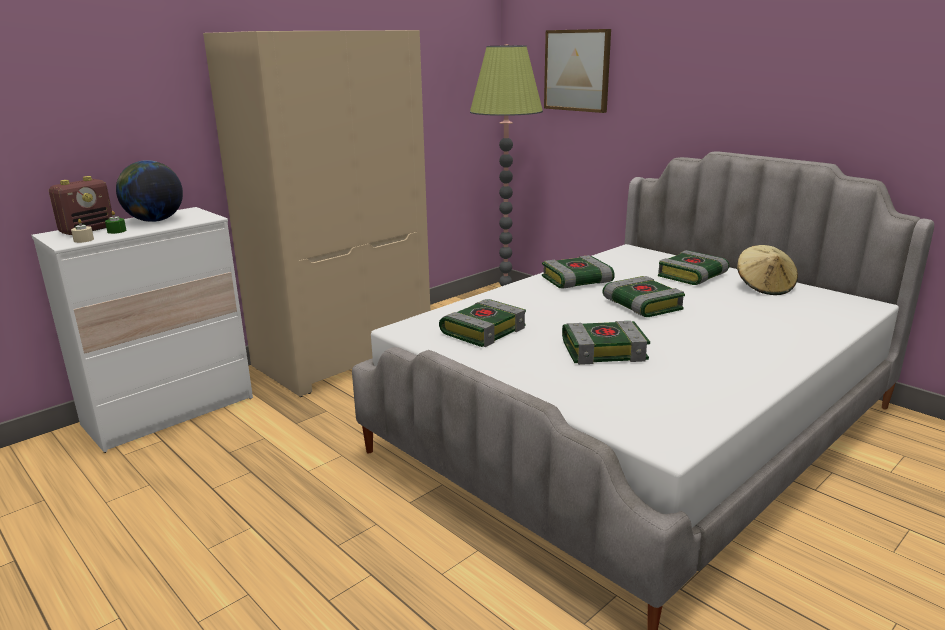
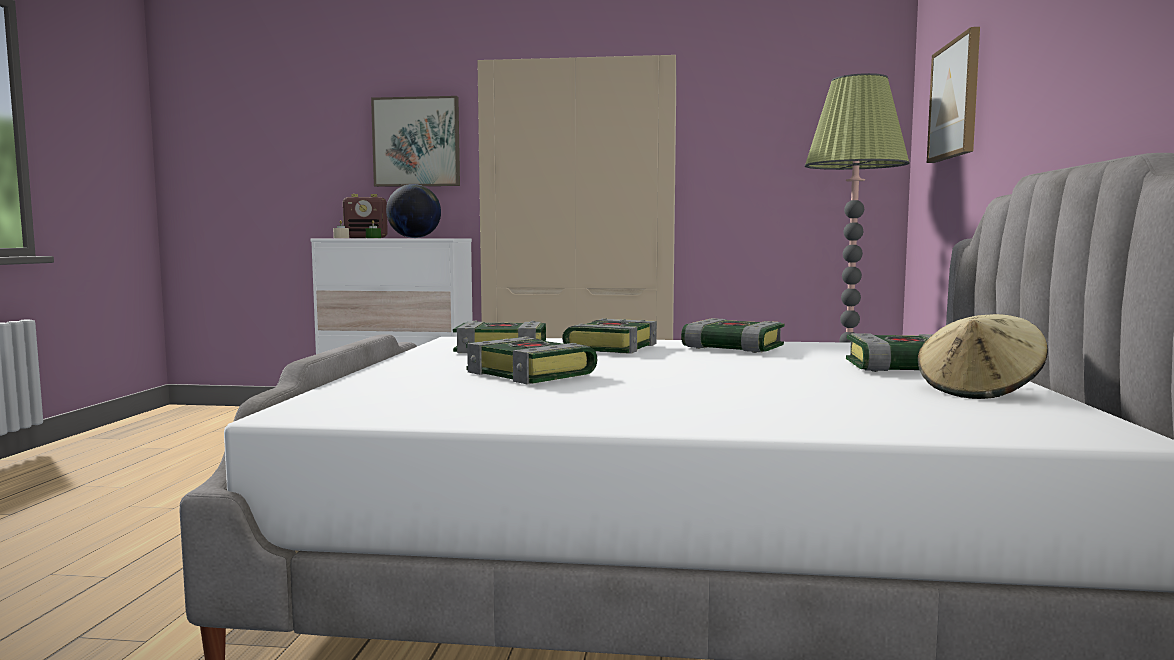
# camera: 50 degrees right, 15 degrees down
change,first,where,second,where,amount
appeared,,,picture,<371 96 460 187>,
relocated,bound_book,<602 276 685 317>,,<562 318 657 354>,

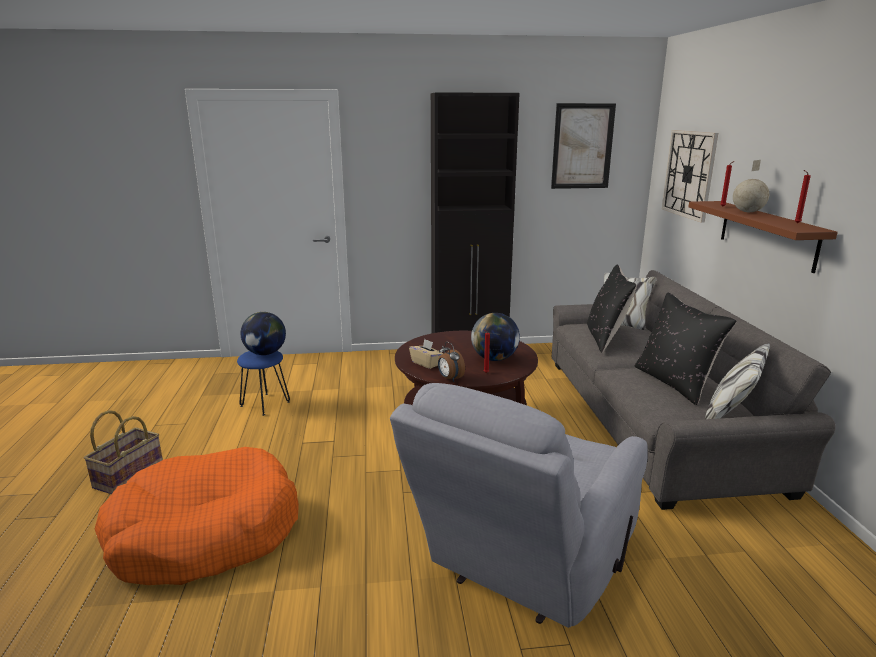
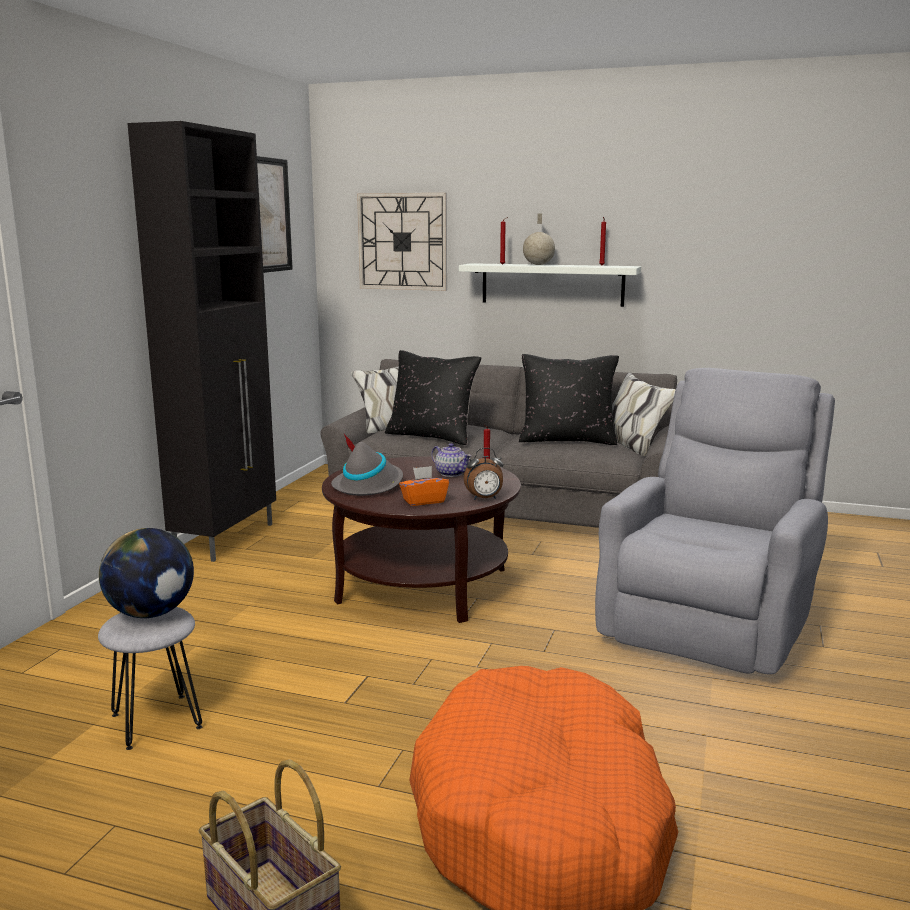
# camera: 65 degrees left, 5 degrees down
change,first,where,second,where,amount
colour,blue_stool,<237 351 290 416>,gray_stool,<98 607 202 750>,
appeared,,,gray_clothing_hat,<331 434 403 496>,
colour,beige-coloured_tissue_holder,<409 339 443 369>,orange-coloured_tissue_holder,<399 466 449 506>,
exchanged,globe,<471 313 520 361>,tea_pot,<432 443 471 477>,
colour,brownish_bracket_shelf,<688 201 838 273>,white_bracket_shelf,<459 263 641 307>,
spun,gray_lounge_chair,<390 383 648 628>,,<595 368 835 674>,120 degrees counterclockwise

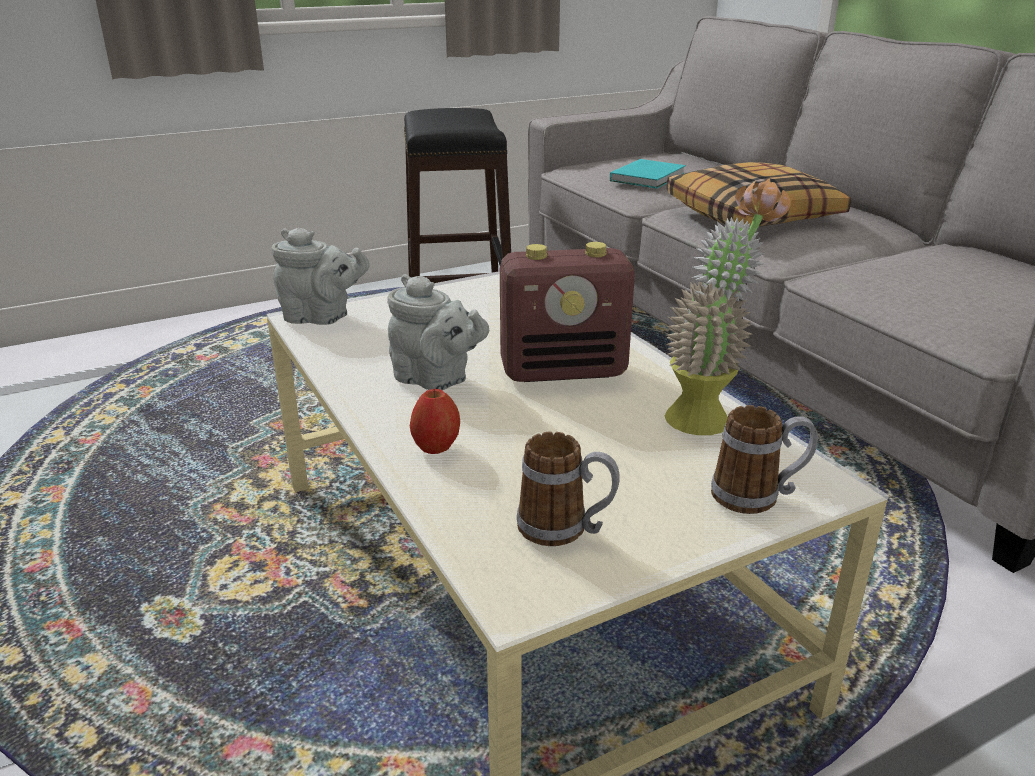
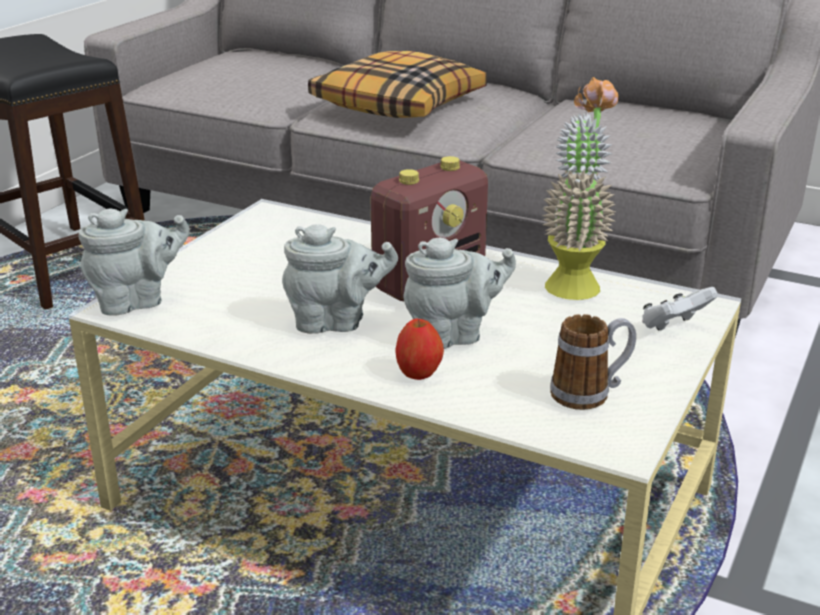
# camera: 35 degrees left, 0 degrees up
change,first,where,second,where,amount
appeared,,,gray_tea_pot,<404 238 516 349>,
exchanged,coffee_mug,<711 405 818 514>,white_joypad,<642 287 718 331>,
missing,turquoise-coloured_bound_book,<610 159 686 189>,,,

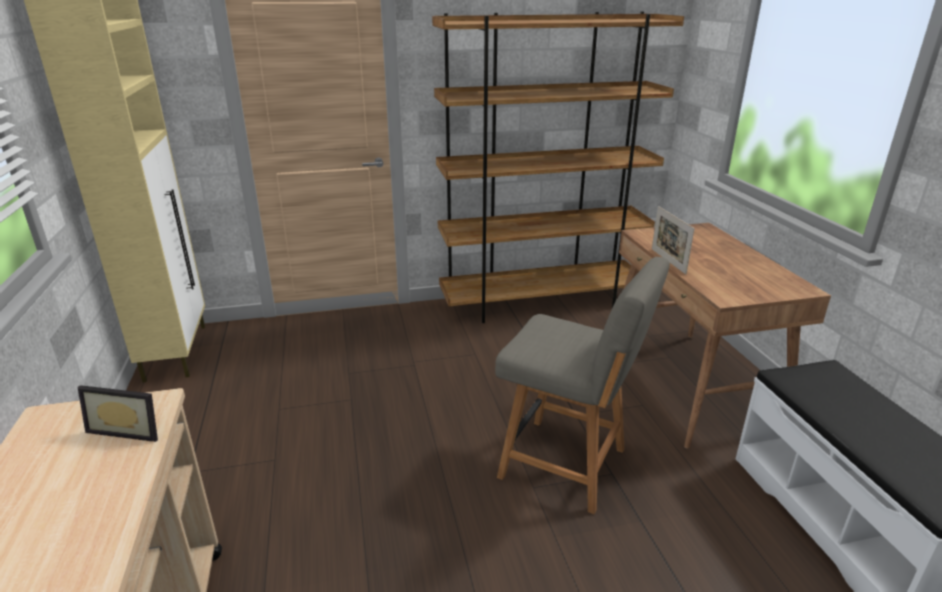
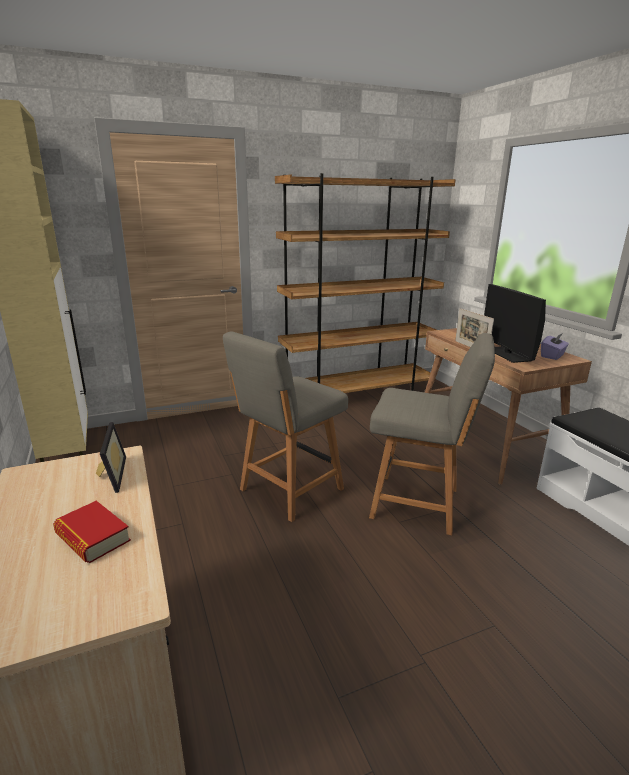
# camera: 10 degrees left, 5 degrees down
change,first,where,second,where,amount
appeared,,,bound_book,<53 501 131 563>,
spun,picture_frame,<78 385 158 442>,,<96 422 126 493>,105 degrees counterclockwise
appeared,,,gray_plain_chair,<223 332 348 522>,
appeared,,,computer_display,<484 284 546 363>,
appeared,,,purple-coloured_tissue_holder,<541 333 569 360>,

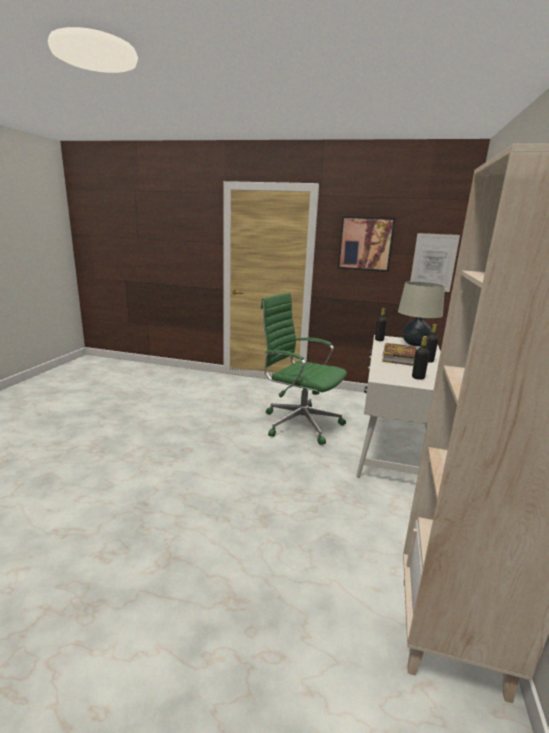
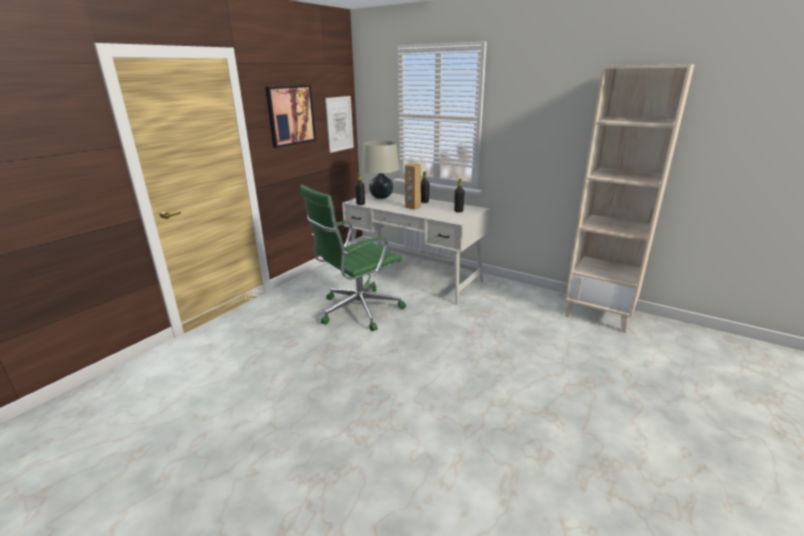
# camera: 70 degrees left, 5 degrees up
change,first,where,second,where,amount
exchanged,bound_book,<382 343 417 366>,brownish_audio_speaker,<405 163 421 210>,

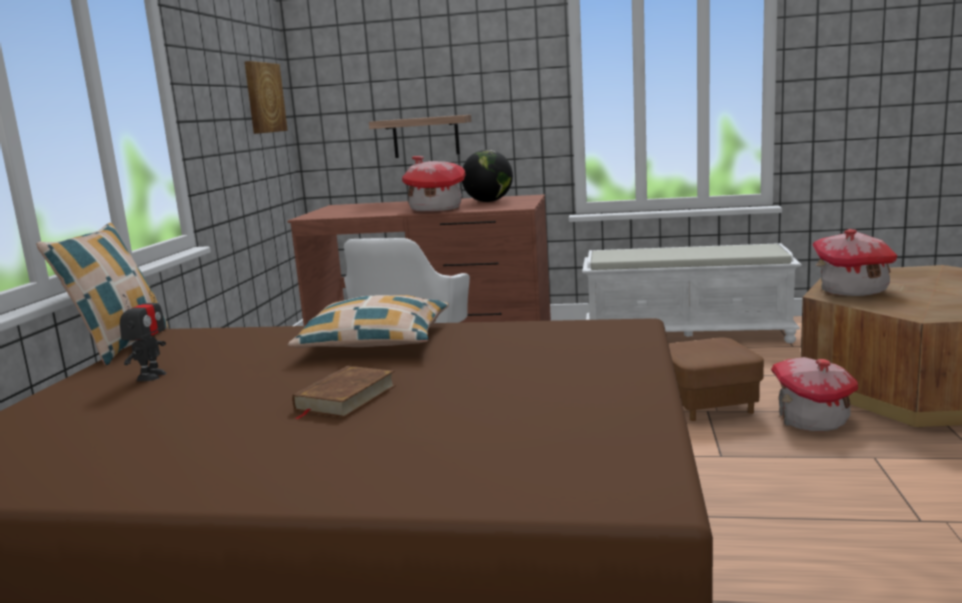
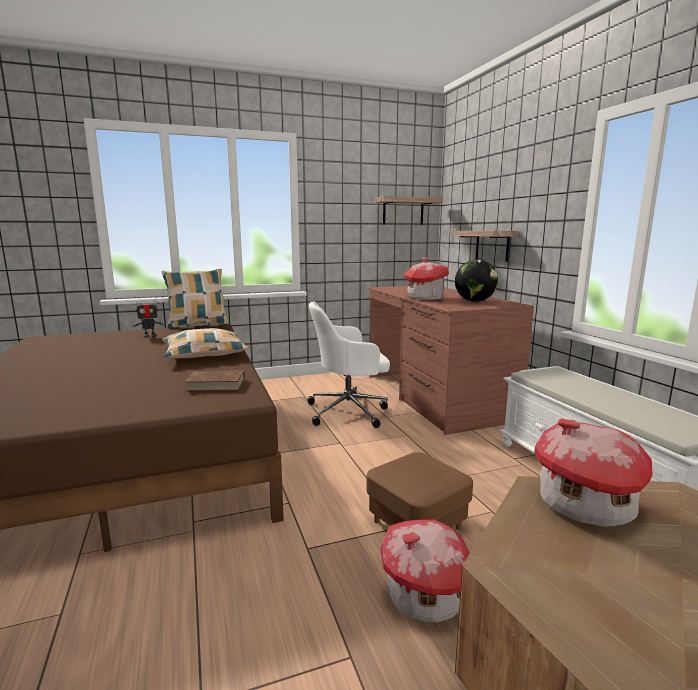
# camera: 60 degrees right, 0 degrees up
change,first,where,second,where,amount
relocated,brownish_bound_book,<292 366 396 420>,,<184 371 245 391>,
exchanged,picture,<244 61 288 134>,bracket_shelf,<375 196 443 225>,

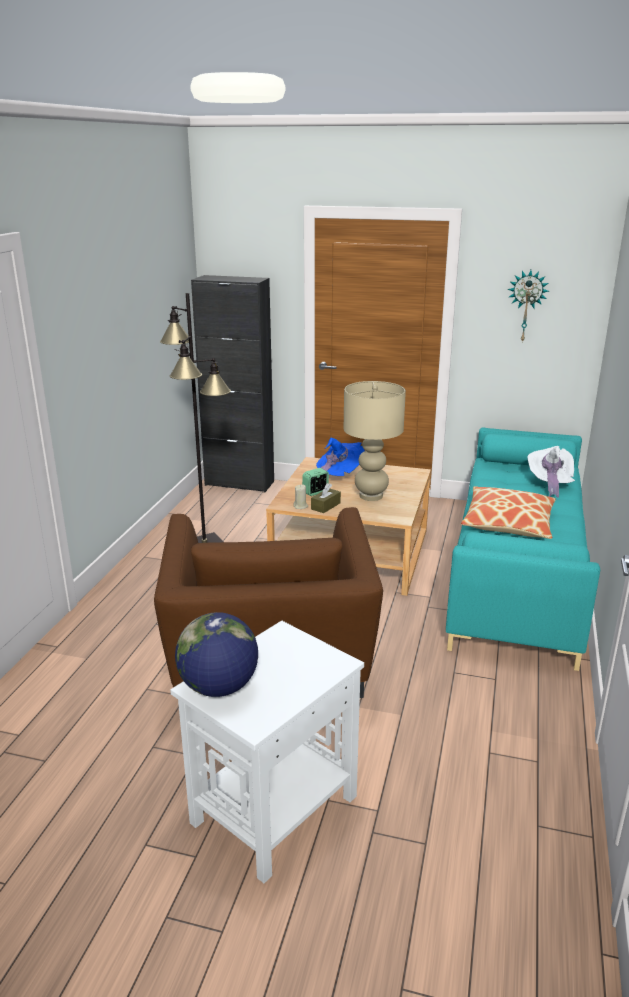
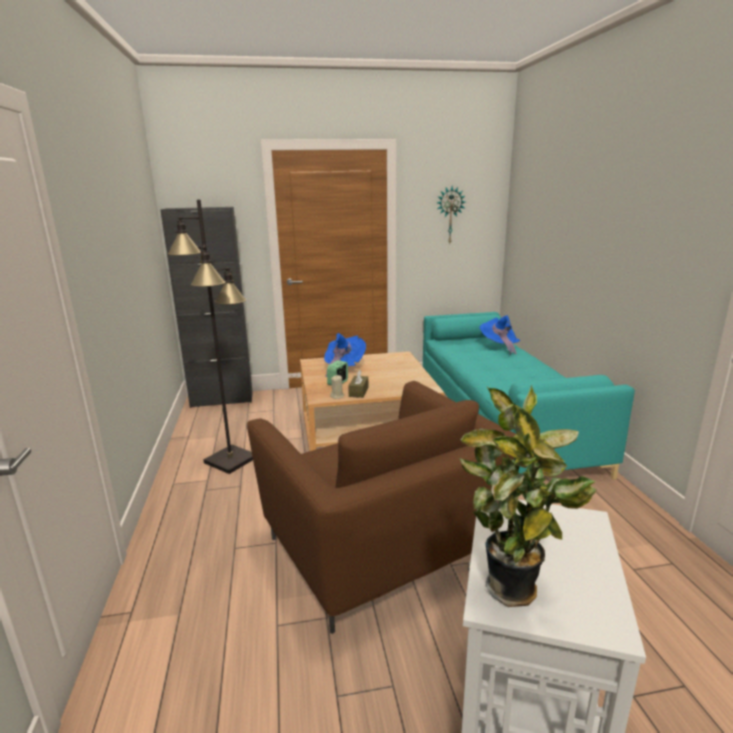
# camera: 25 degrees left, 5 degrees down
change,first,where,second,where,amount
exchanged,globe,<175 612 258 697>,plant_in_a_pot,<459 385 597 607>,
colour,white_clothing_hat,<527 446 575 498>,blue_clothing_hat,<479 315 520 355>,
missing,beige-coloured_tabletop_lamp,<344 381 406 501>,,,
missing,throw_pillow,<461 486 556 539>,,,

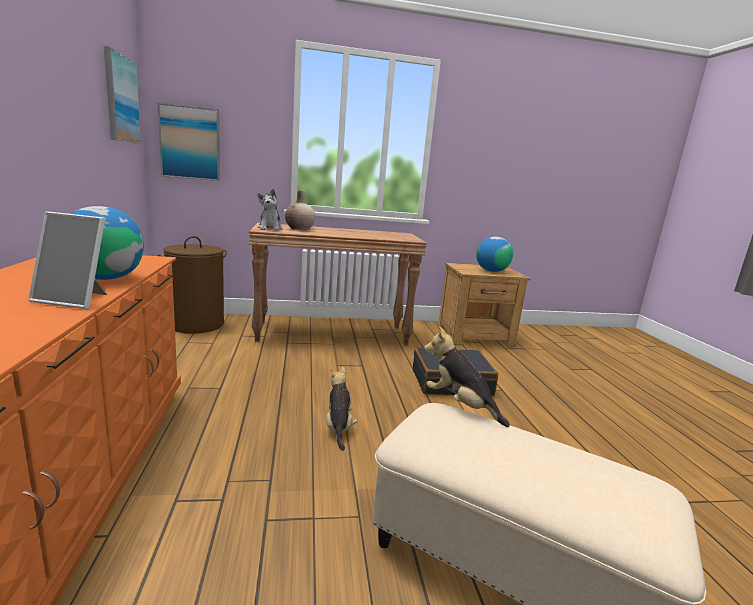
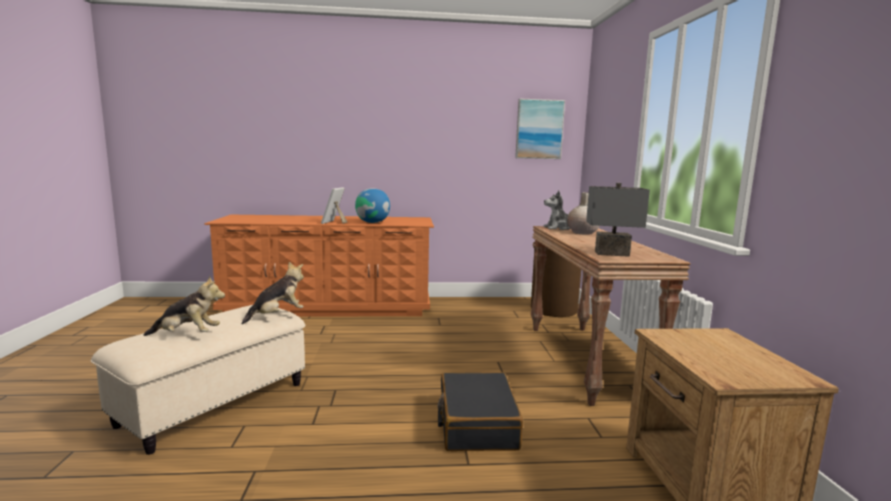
# camera: 95 degrees right, 5 degrees down
change,first,where,second,where,amount
relocated,soft_toy,<326 367 358 451>,,<144 276 225 336>,
appeared,,,gray_tabletop_lamp,<586 183 650 257>,
missing,picture,<158 103 220 181>,,,
missing,globe,<476 237 513 272>,,,

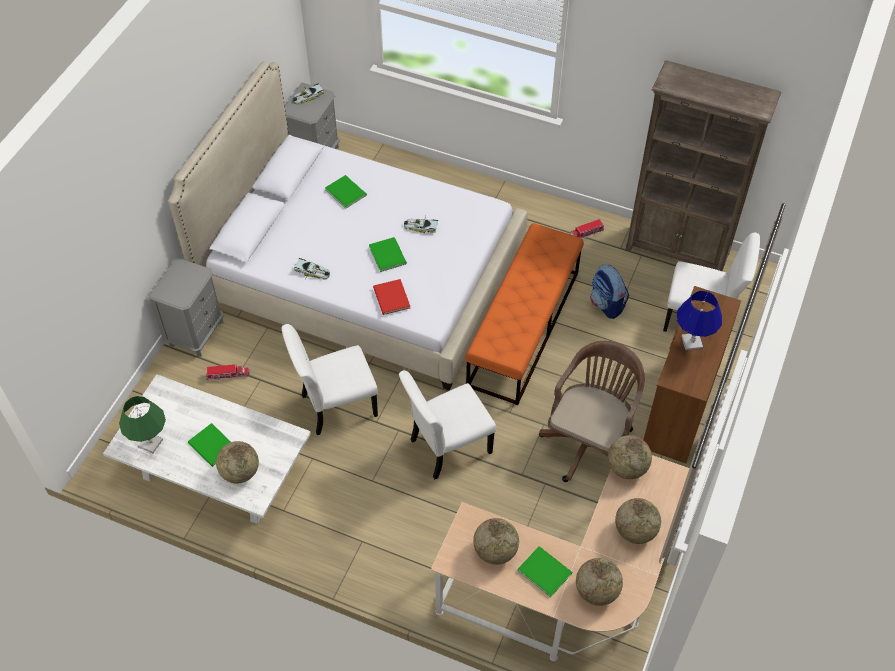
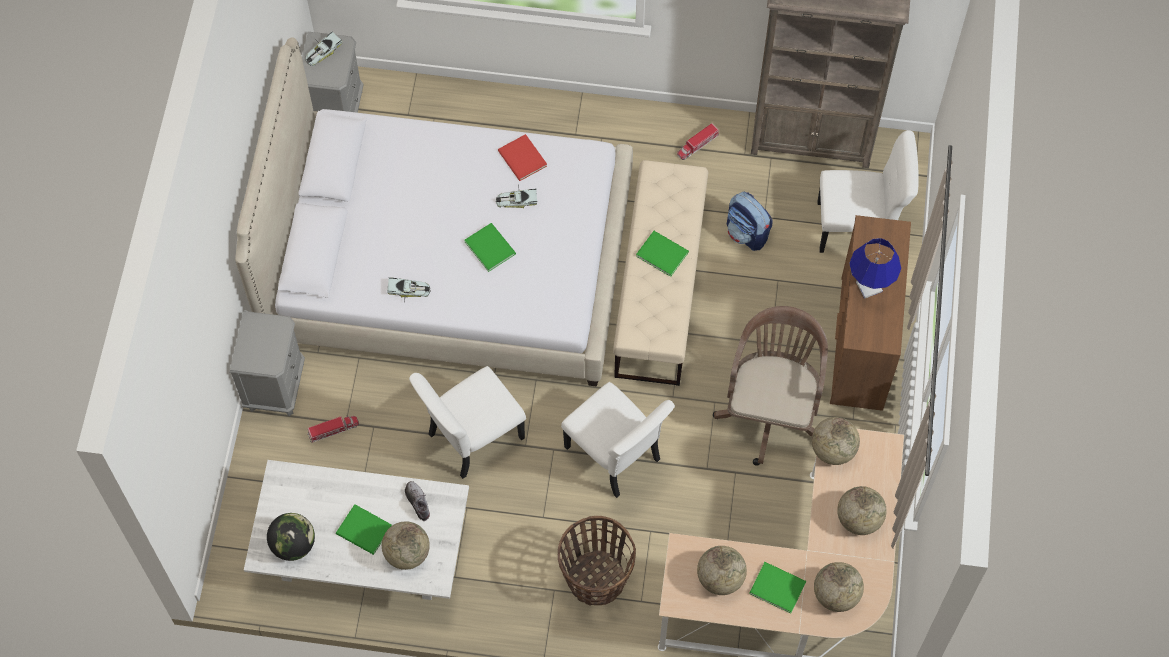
# camera: 15 degrees left, 10 degrees up
change,first,where,second,where,amount
exchanged,green_tabletop_lamp,<119 396 166 453>,globe,<267 513 315 561>,
appeared,,,low_shoe,<405 481 430 521>,
relocated,red_bound_book,<373 279 410 315>,,<498 134 547 181>,
appeared,,,household_basket,<558 516 636 606>,
spun,white_plain_chair,<399 370 496 480>,,<561 382 675 498>,90 degrees counterclockwise
colour,orange-coloured_bench,<466 223 584 405>,beige-coloured_bench,<613 160 708 386>,
relocated,green_bound_book,<325 175 367 208>,,<636 231 689 277>,

